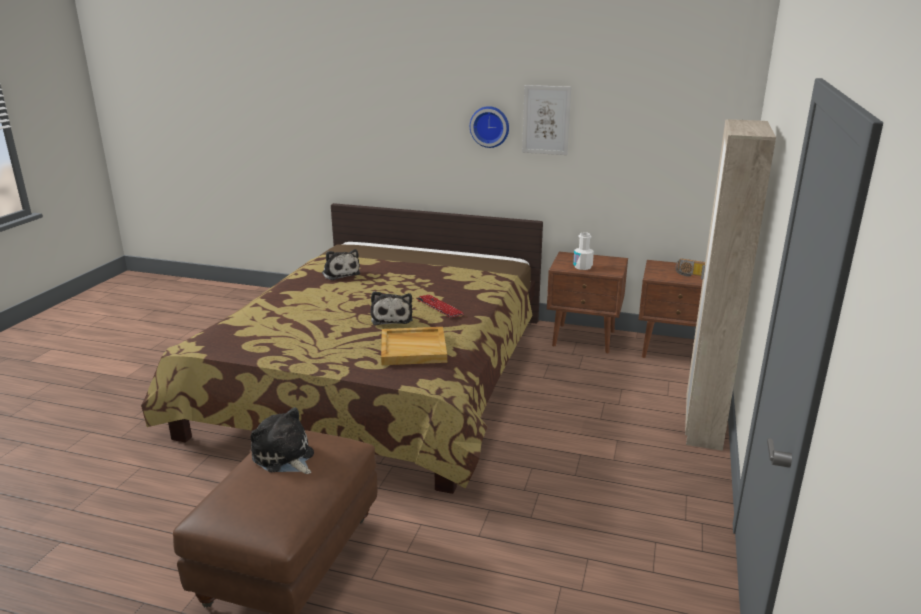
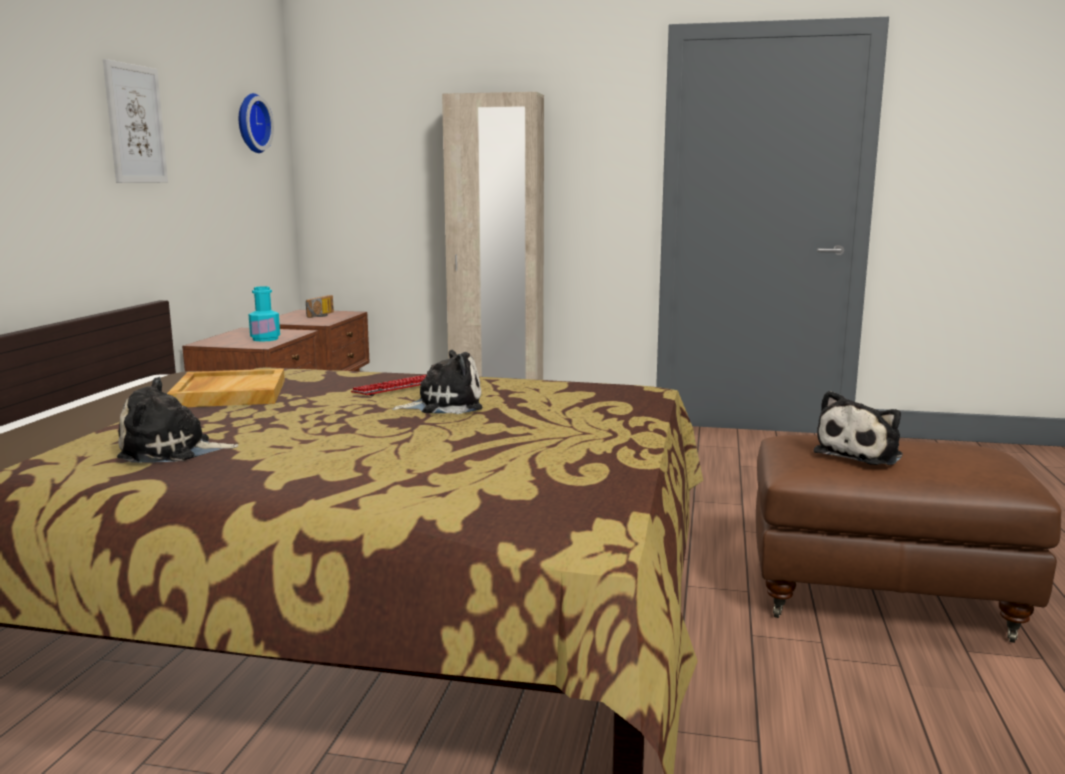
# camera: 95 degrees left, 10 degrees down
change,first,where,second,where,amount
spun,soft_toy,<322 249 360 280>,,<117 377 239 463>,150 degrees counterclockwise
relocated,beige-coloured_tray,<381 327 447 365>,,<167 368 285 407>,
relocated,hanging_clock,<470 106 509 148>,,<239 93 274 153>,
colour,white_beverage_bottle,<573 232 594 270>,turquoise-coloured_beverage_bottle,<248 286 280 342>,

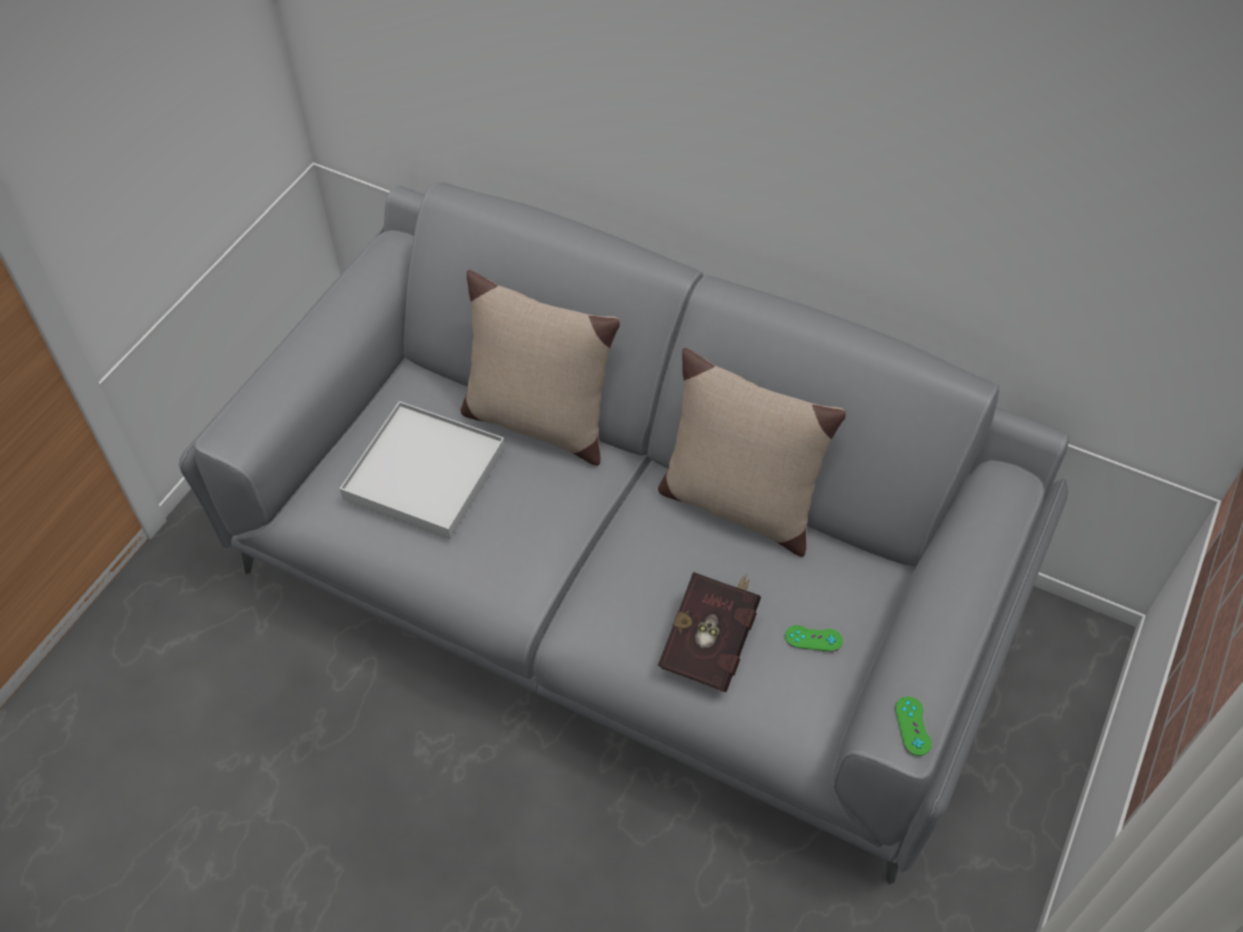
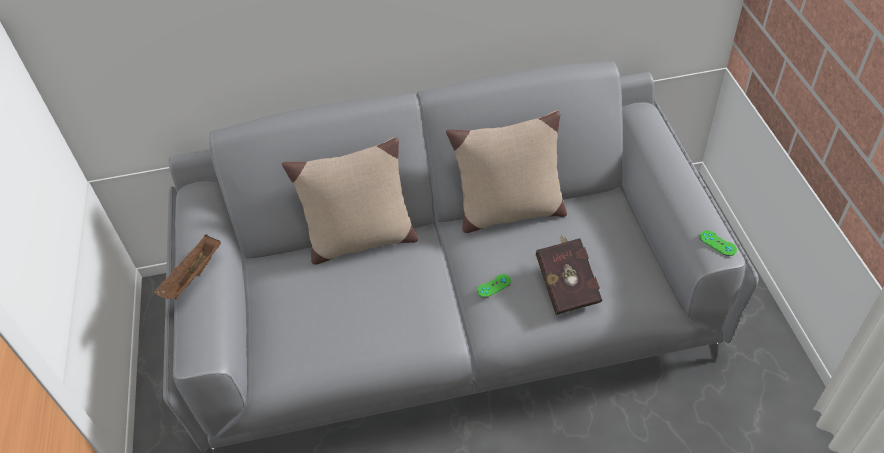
# camera: 35 degrees left, 5 degrees down
change,first,where,second,where,amount
appeared,,,brownish_tray,<154 234 221 299>,
relocated,green_joypad,<785 625 843 652>,,<477 274 511 298>,
missing,white_tray,<340 401 505 540>,,,

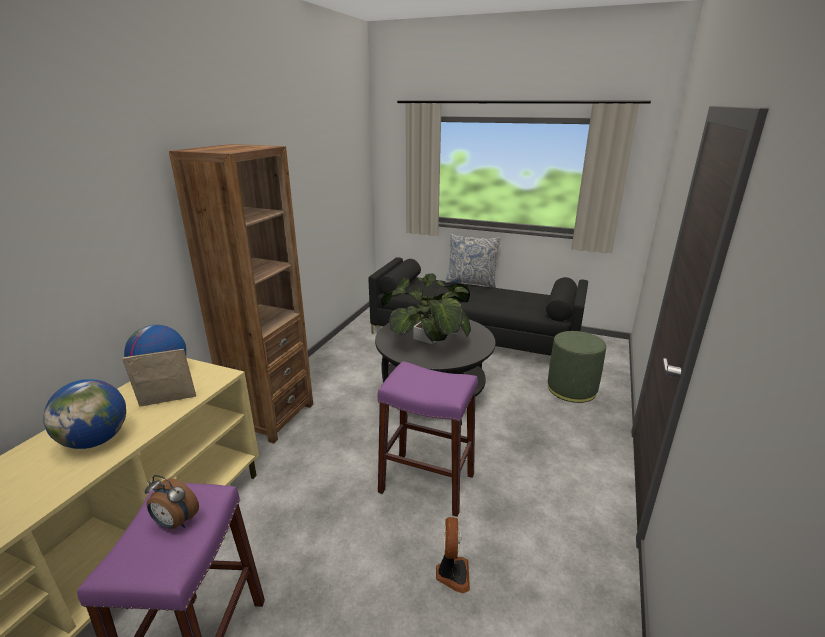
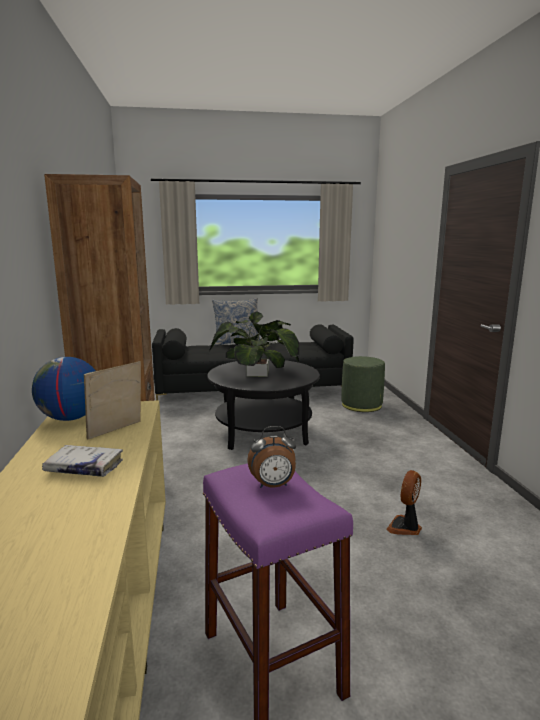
# camera: 30 degrees left, 10 degrees down
change,first,where,second,where,amount
exchanged,globe,<43 379 126 449>,white_bound_book,<42 445 123 477>,
spun,fan,<436 517 470 593>,,<386 470 422 535>,120 degrees counterclockwise
missing,purple-coloured_stool,<378 361 478 517>,,,

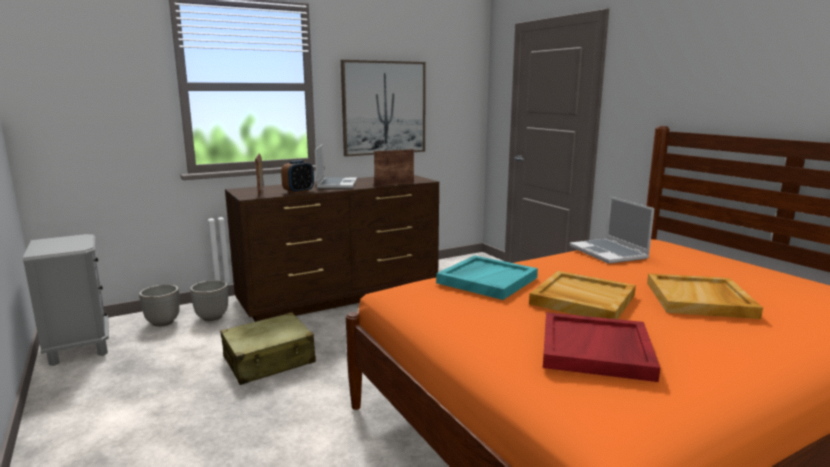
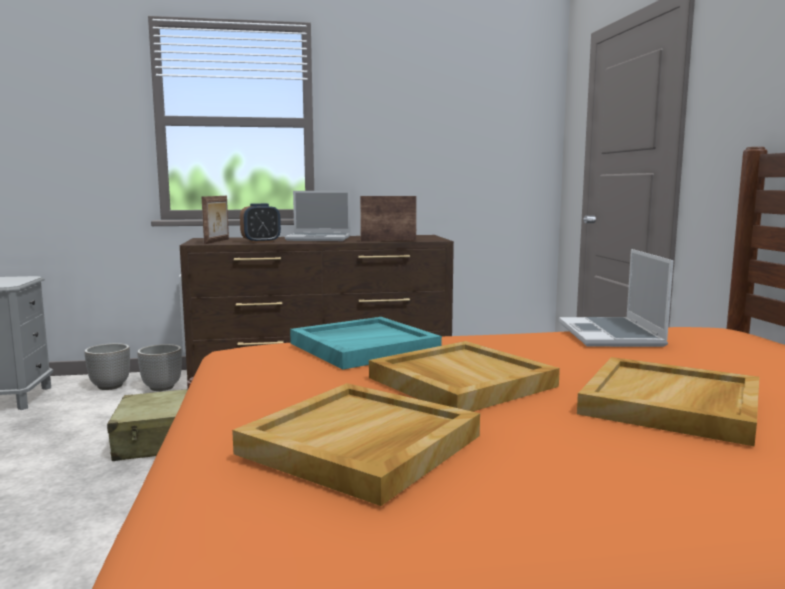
# camera: 20 degrees right, 5 degrees down
change,first,where,second,where,amount
colour,red_tray,<543 312 660 382>,beige-coloured_tray,<232 383 480 506>,
spun,laptop,<315 144 357 189>,,<285 191 351 241>,75 degrees clockwise
missing,picture,<341 60 426 157>,,,

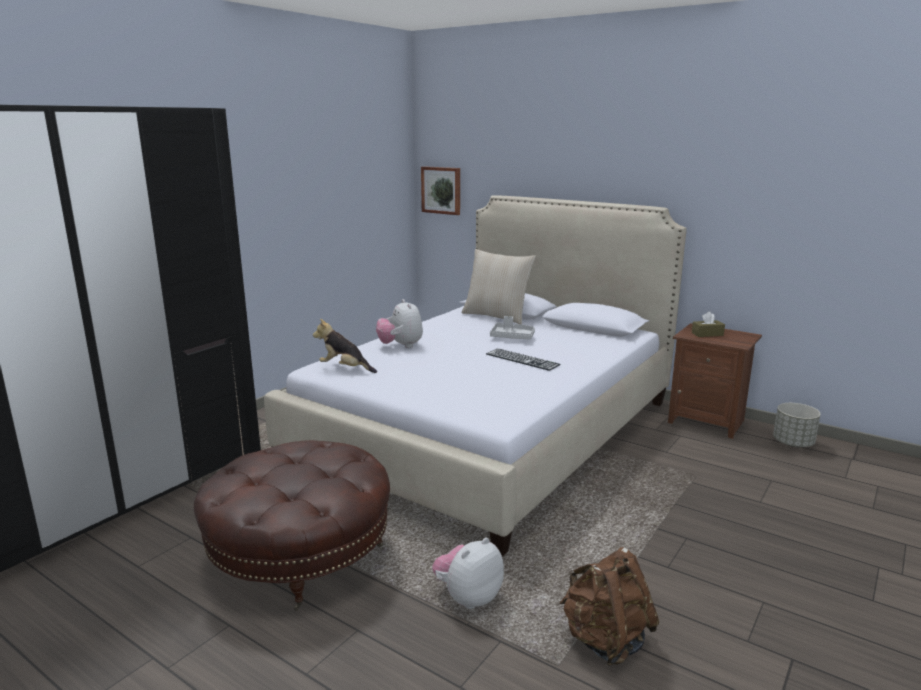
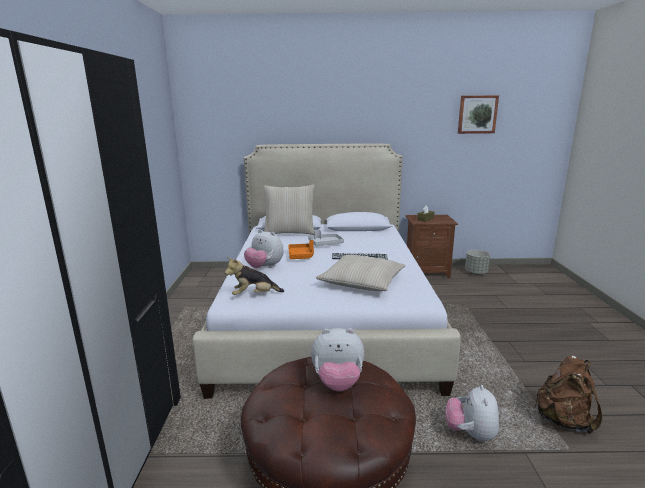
# camera: 35 degrees left, 0 degrees up
change,first,where,second,where,amount
appeared,,,orange-coloured_tray,<288 240 314 259>,
appeared,,,soft_toy,<311 328 364 391>,
appeared,,,beige-coloured_throw_pillow,<316 255 406 291>,
relocated,picture,<421 166 460 215>,,<458 95 499 134>,

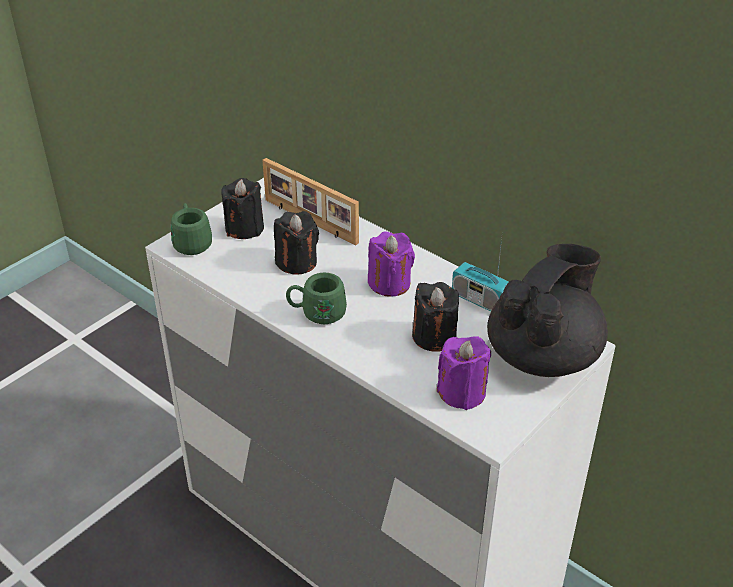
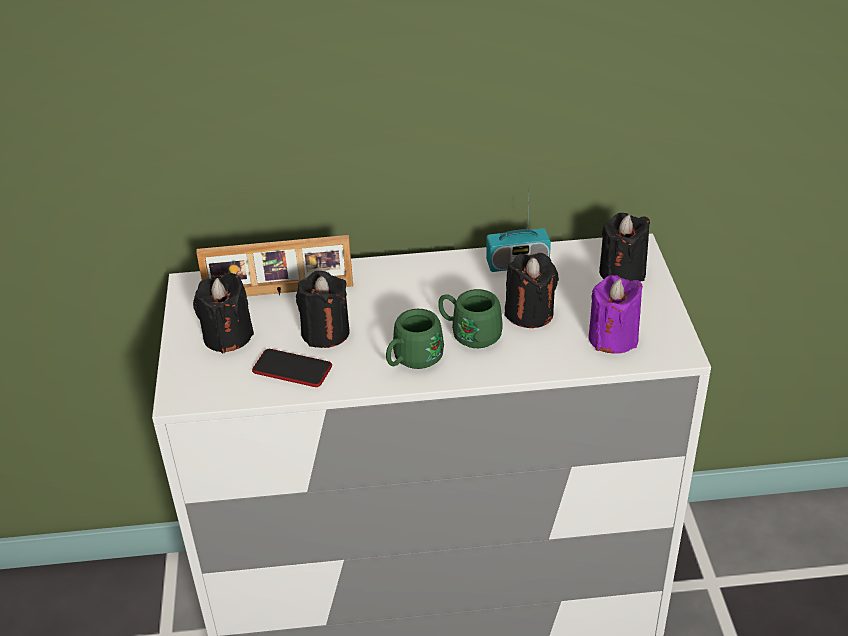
# camera: 45 degrees left, 0 degrees up
change,first,where,second,where,amount
appeared,,,phone,<252 349 332 387>,
relocated,green_coffee_mug,<171 203 212 255>,,<438 289 503 348>,
exchanged,black_tea_pot,<487 244 608 377>,black_wax_light,<599 213 650 282>,
missing,purple-coloured_wax_light,<368 231 415 297>,,,

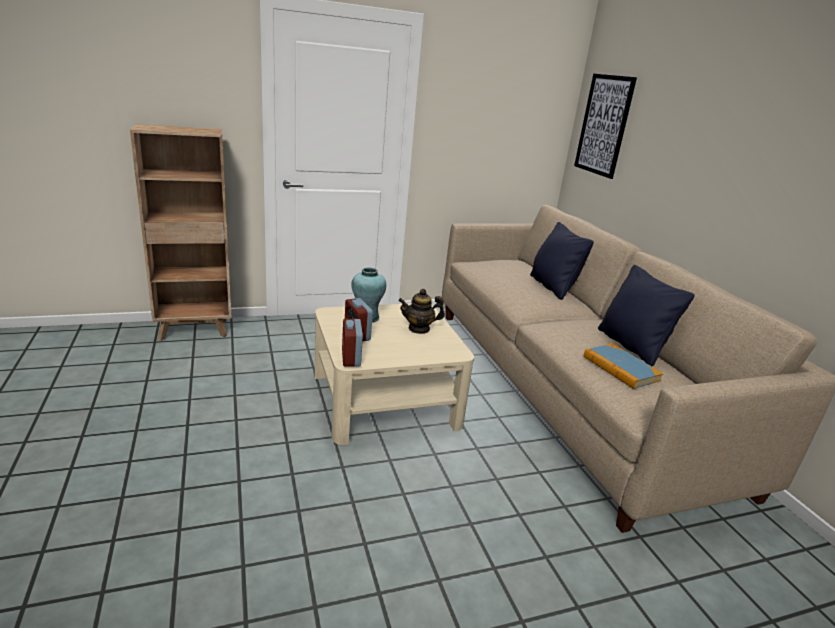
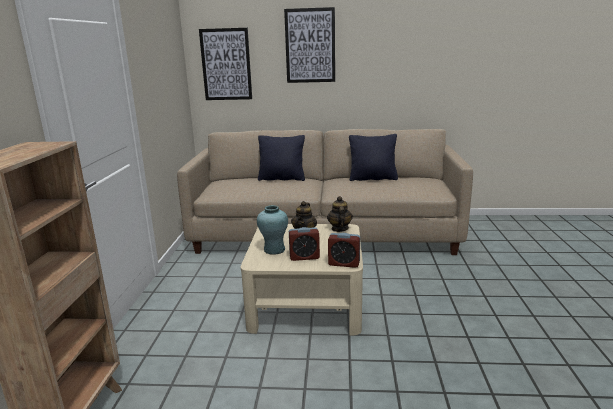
# camera: 65 degrees left, 5 degrees down
change,first,where,second,where,amount
appeared,,,picture,<284 7 335 83>,
appeared,,,tea_pot,<327 196 353 232>,
missing,bound_book,<584 344 663 389>,,,

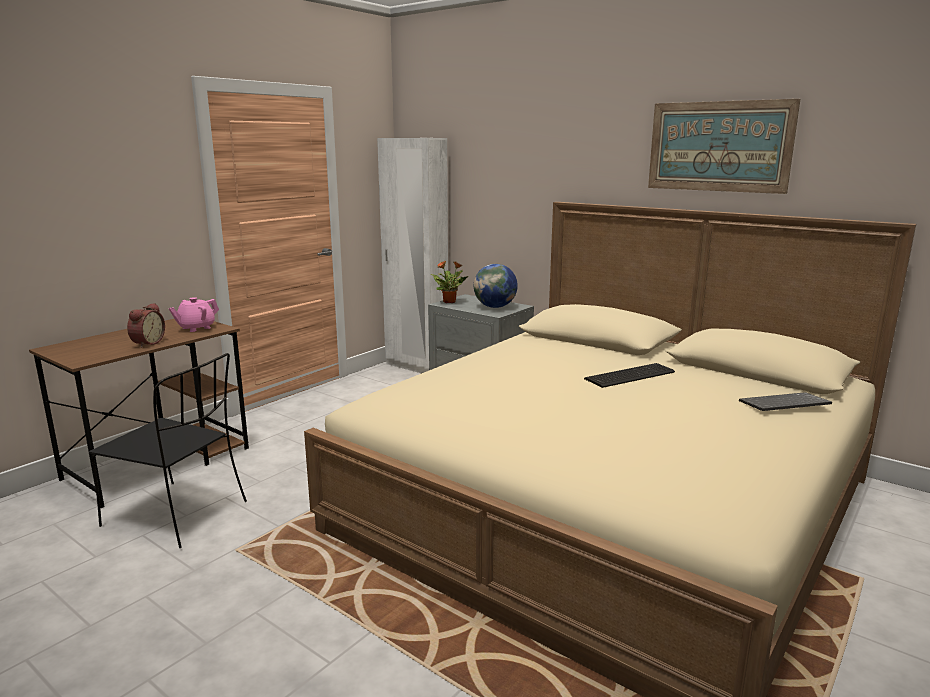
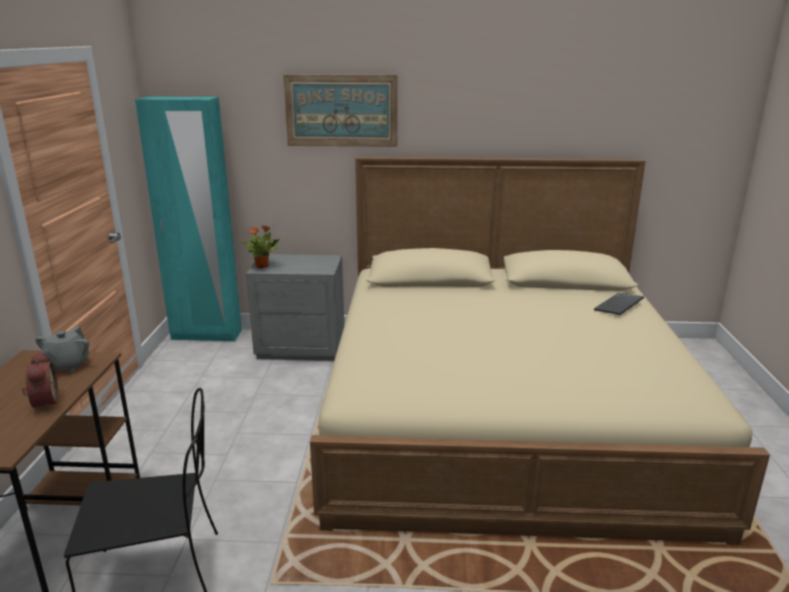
# camera: 35 degrees left, 5 degrees up
change,first,where,second,where,amount
colour,pink-coloured_tea_pot,<169 297 219 332>,gray_tea_pot,<35 327 89 373>,
colour,white_armoire,<377 138 448 373>,turquoise-coloured_armoire,<135 97 242 341>,
relocated,picture,<648 99 800 194>,,<283 75 397 147>,
missing,globe,<474 264 518 308>,,,
missing,keyboard,<584 363 675 388>,,,

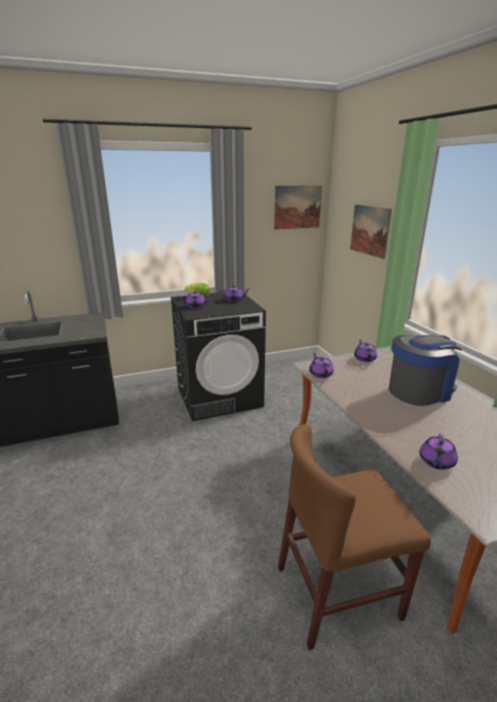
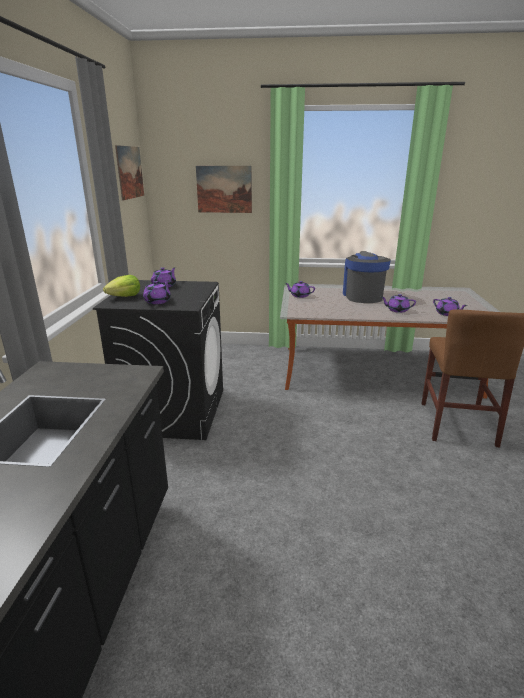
# camera: 65 degrees left, 0 degrees up
change,first,where,second,where,amount
relocated,purple-coloured_tea_pot,<309 353 334 378>,,<382 294 416 313>,

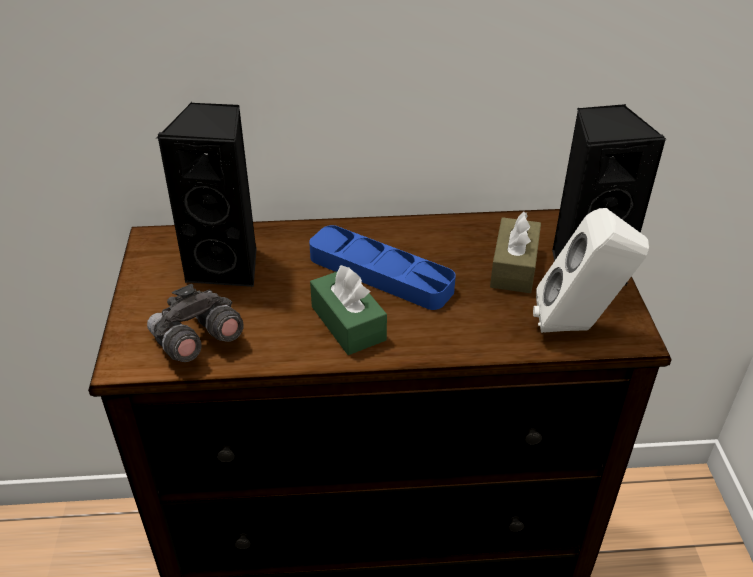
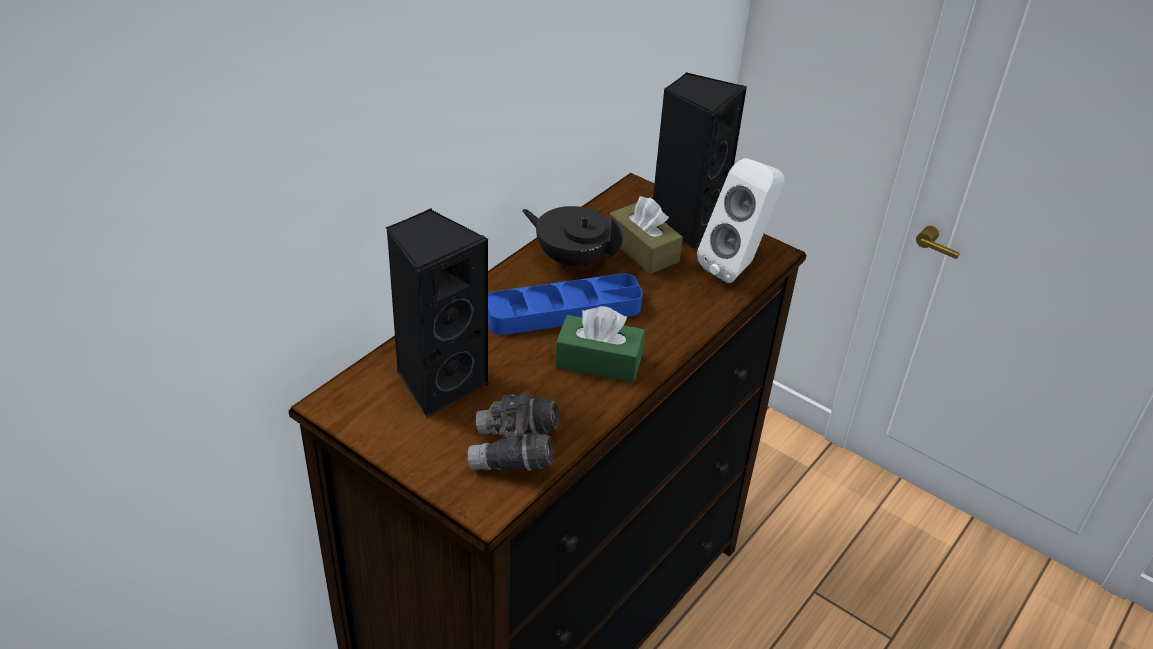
# camera: 50 degrees left, 0 degrees up
change,first,where,second,where,amount
appeared,,,black_tea_pot,<522 206 623 269>,

